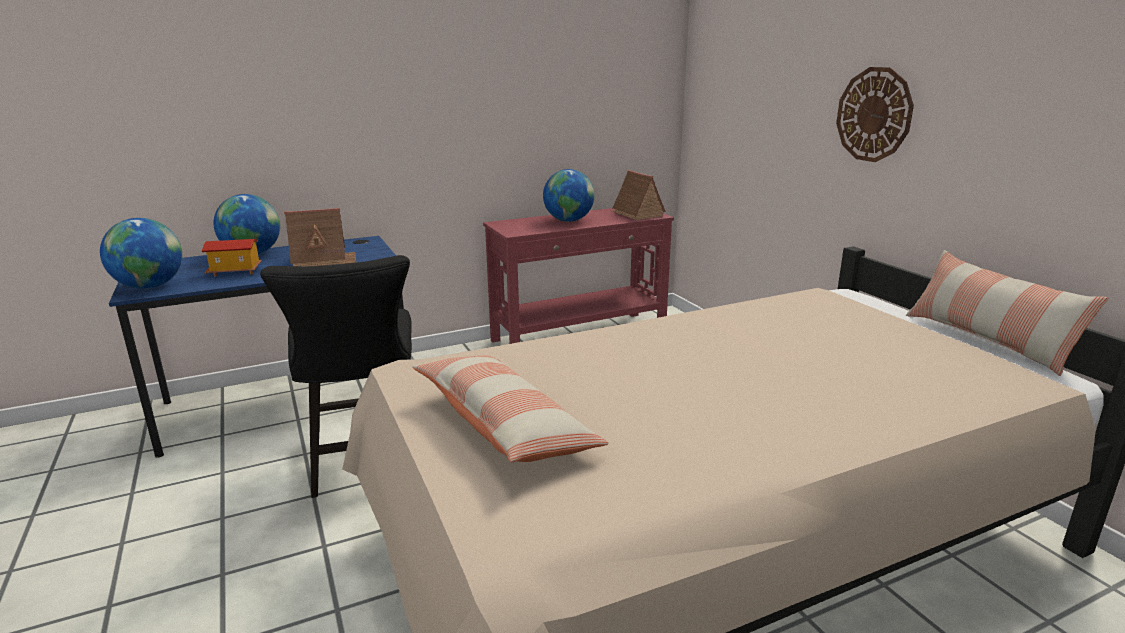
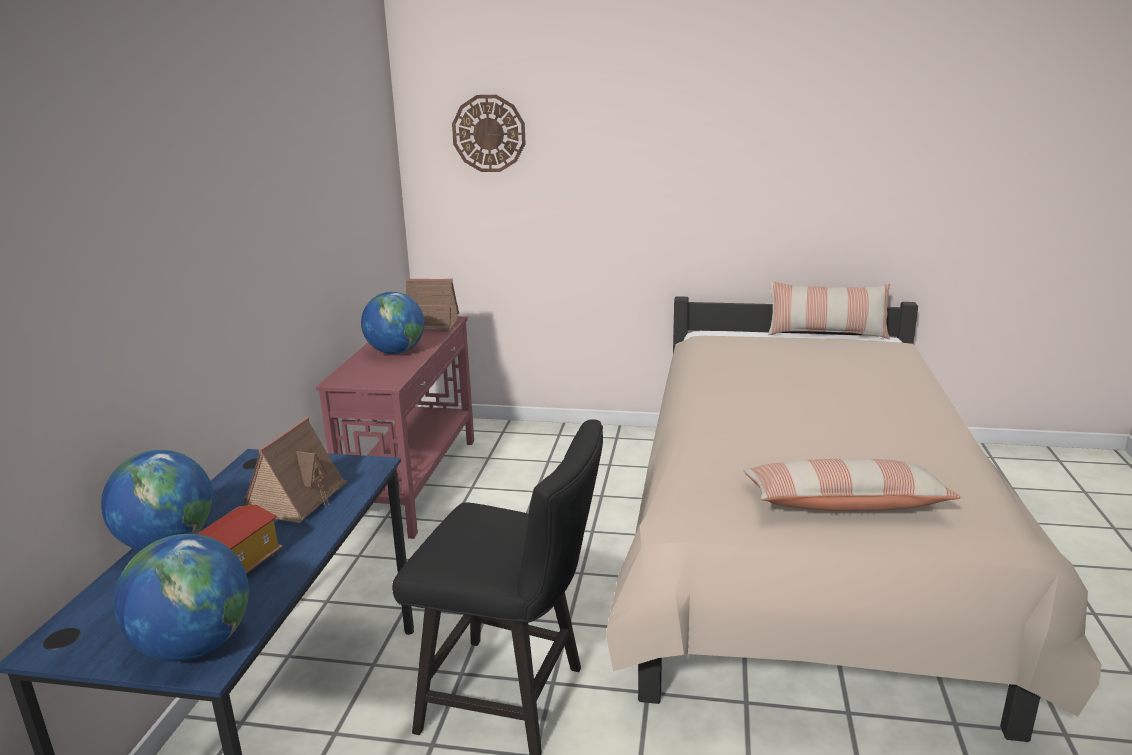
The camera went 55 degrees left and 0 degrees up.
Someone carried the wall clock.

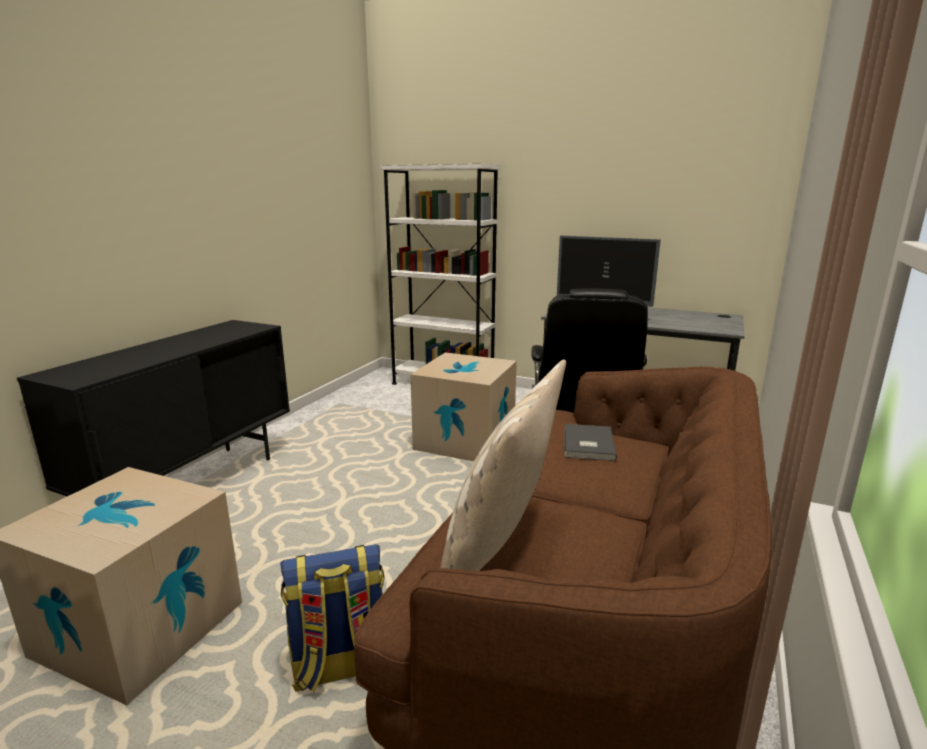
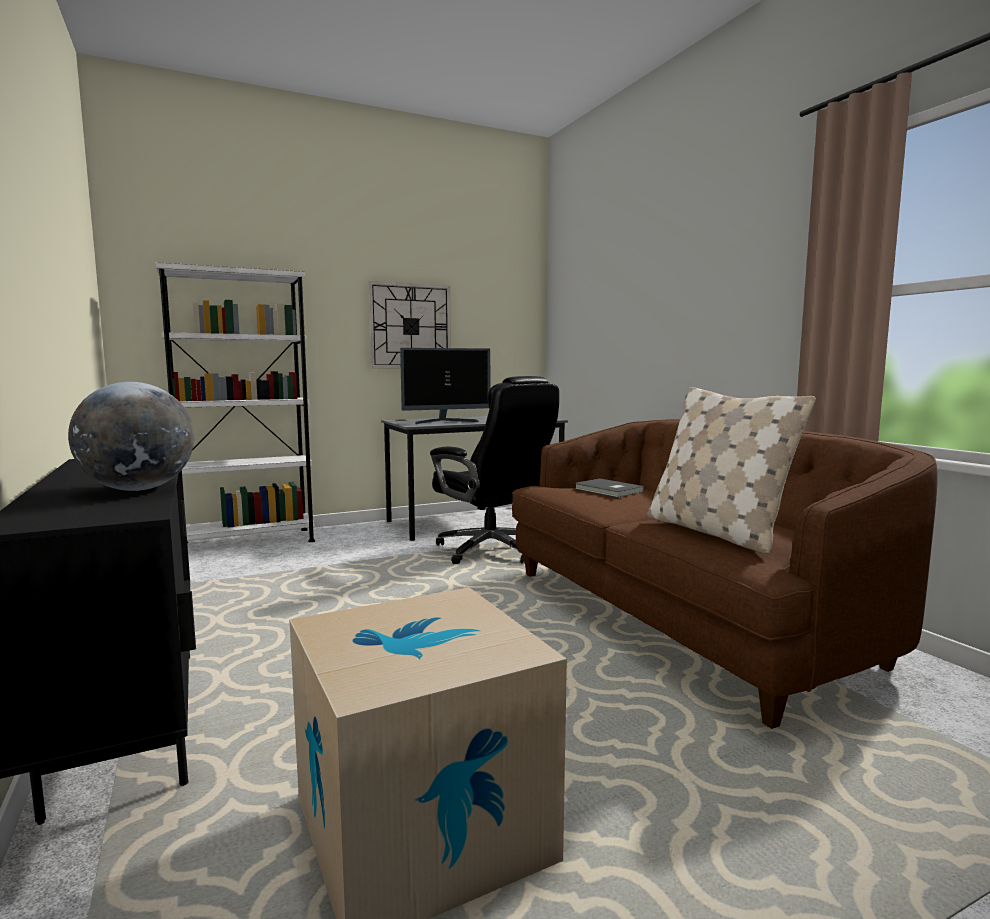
The camera went 50 degrees left and 10 degrees down.
Someone took away the cardboard box (no. 2 from left).
Someone took away the backpack.
Someone put up the wall clock.
Someone put down the globe.

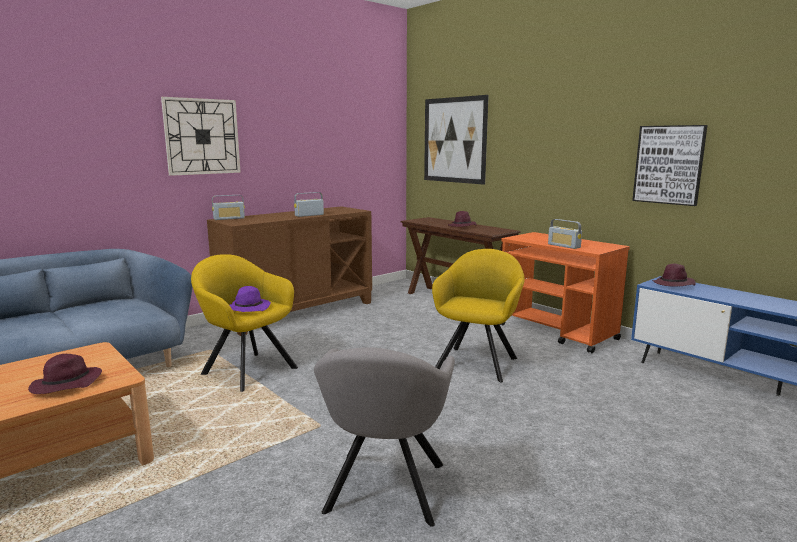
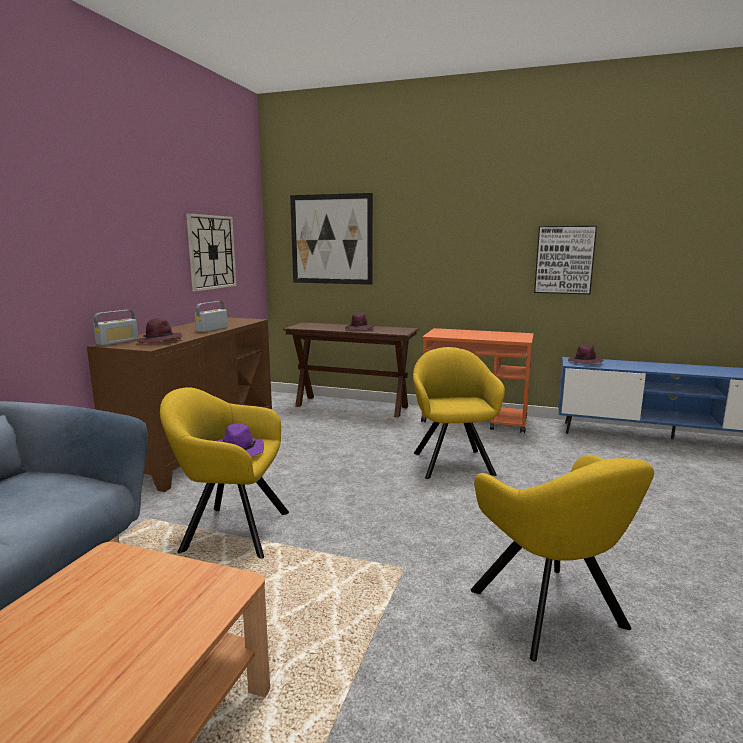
The camera went 30 degrees left and 0 degrees up.
Someone carried the wall clock.
Someone took away the radio (no. 3 from left).
Someone repainted the grey armchair, which became the yellow armchair (no. 3 from left).
Someone carried the purple hat (no. 1 from left).

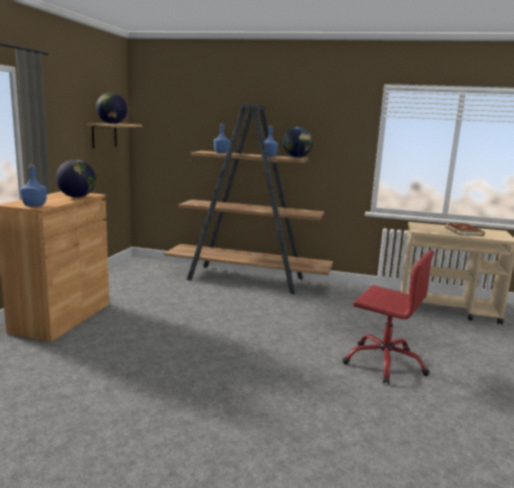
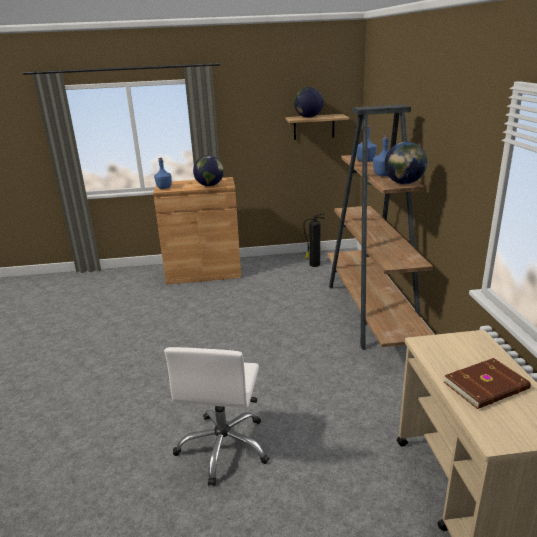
The camera went 70 degrees right and 10 degrees up.
Someone repainted the red office chair, which became the white office chair.
Someone put down the fire extinguisher.

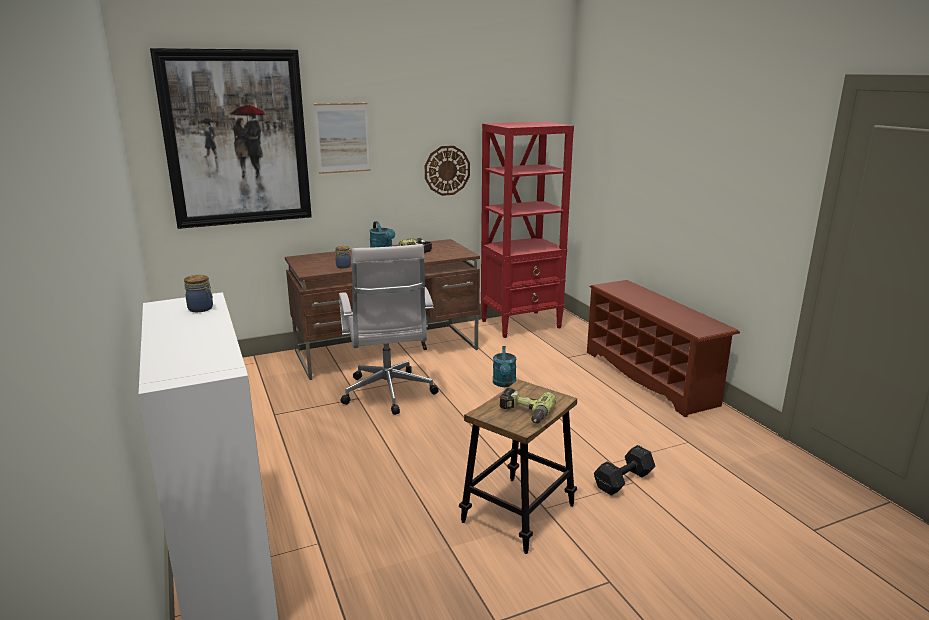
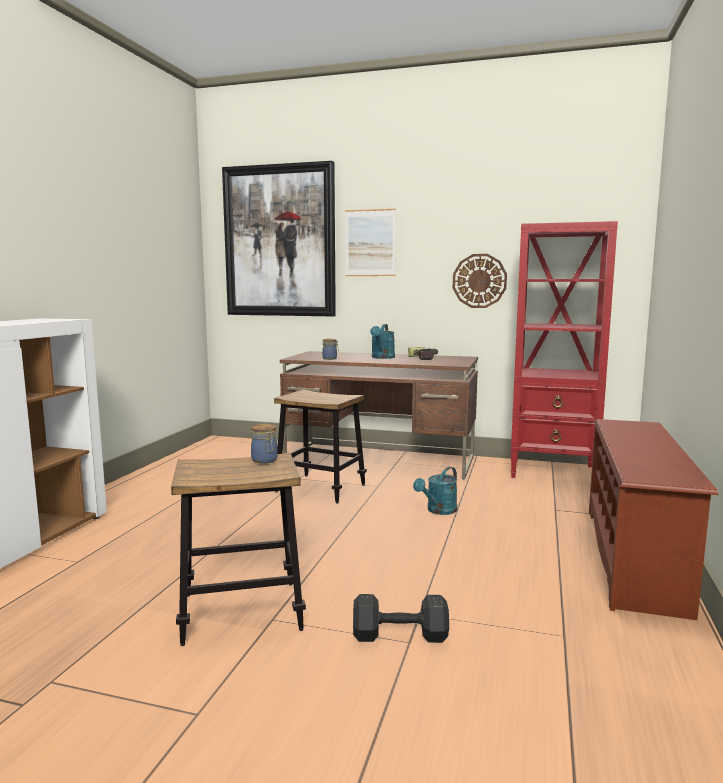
The camera went 40 degrees right and 10 degrees down.
Someone swapped the white office chair for the stool (no. 2 from left).
Someone carried the jar (no. 1 from left).
Someone took away the power drill (no. 2 from left).

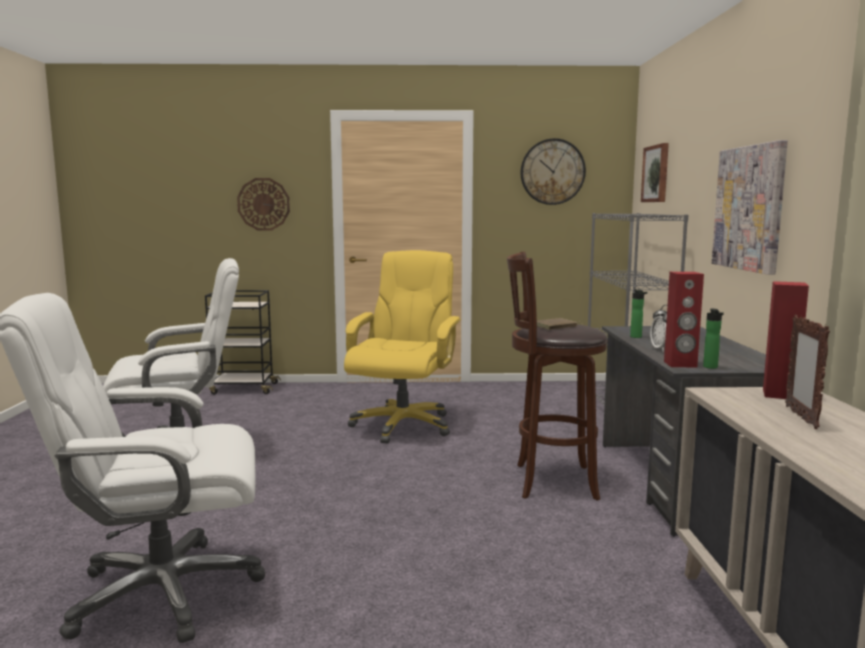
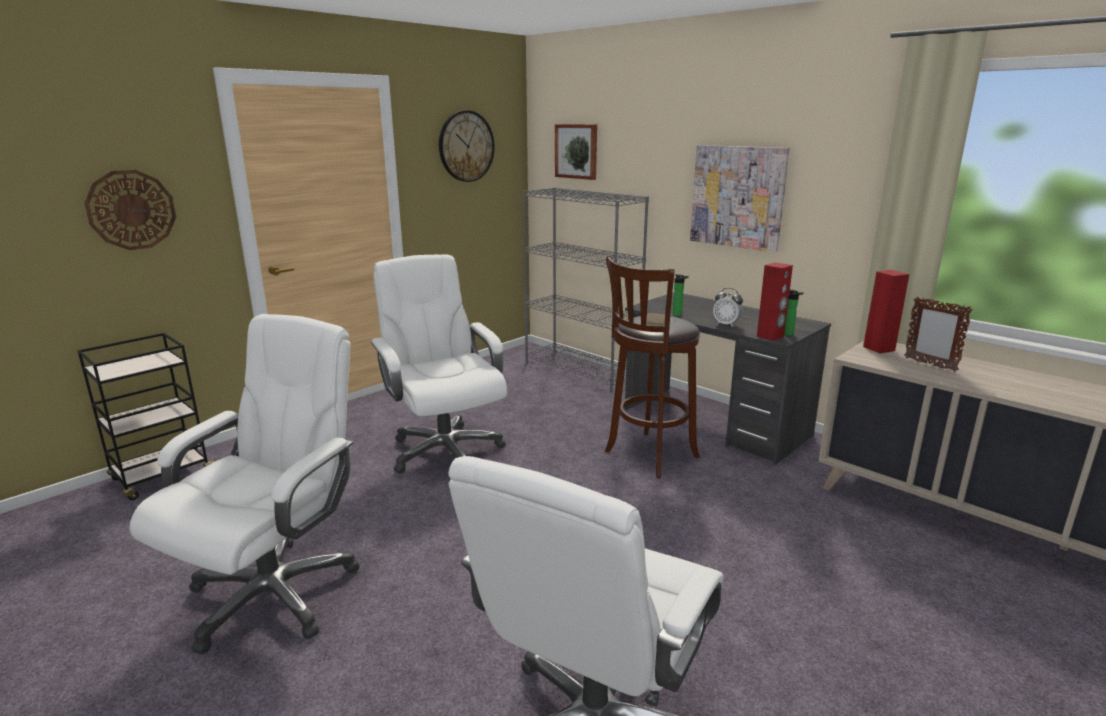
The camera went 45 degrees left and 10 degrees up.
Someone repainted the yellow office chair, which became the white office chair (no. 2 from left).

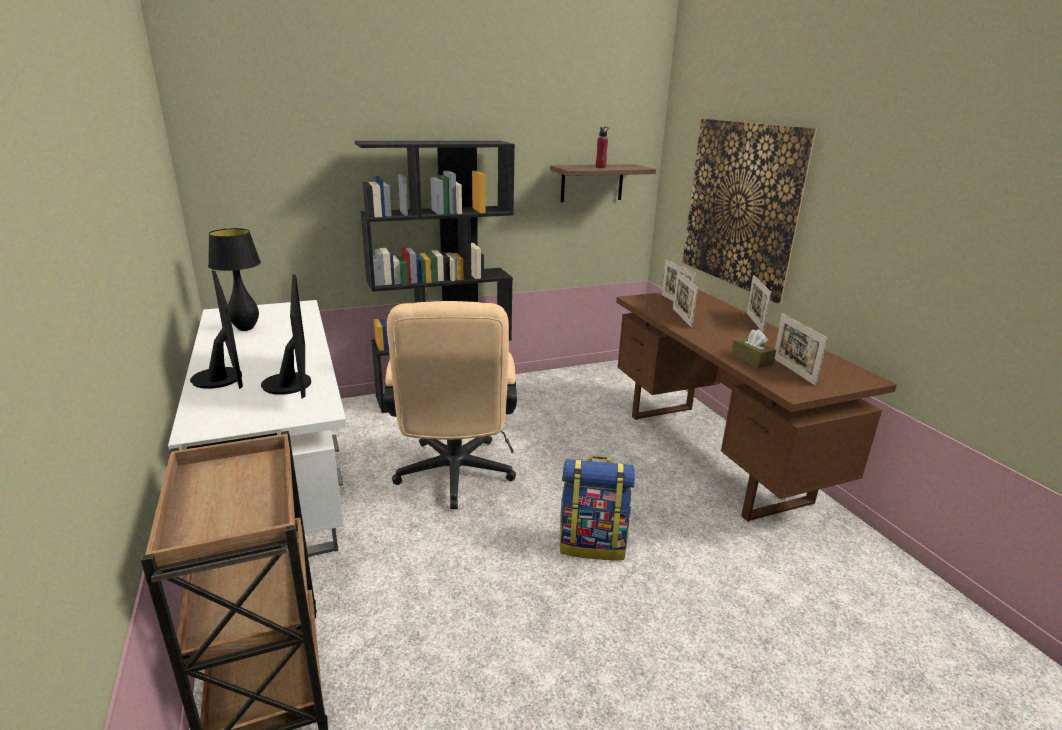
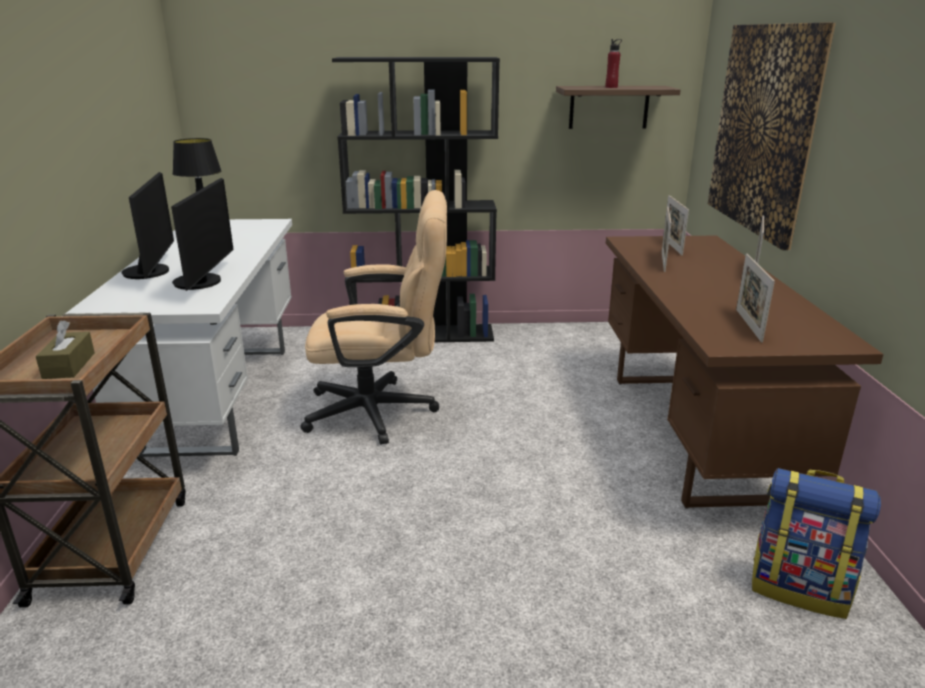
The camera went 20 degrees right and 0 degrees up.
Someone rotated the beige office chair by 105 degrees counterclockwise.
Someone carried the brown tissue box.
Someone carried the backpack.

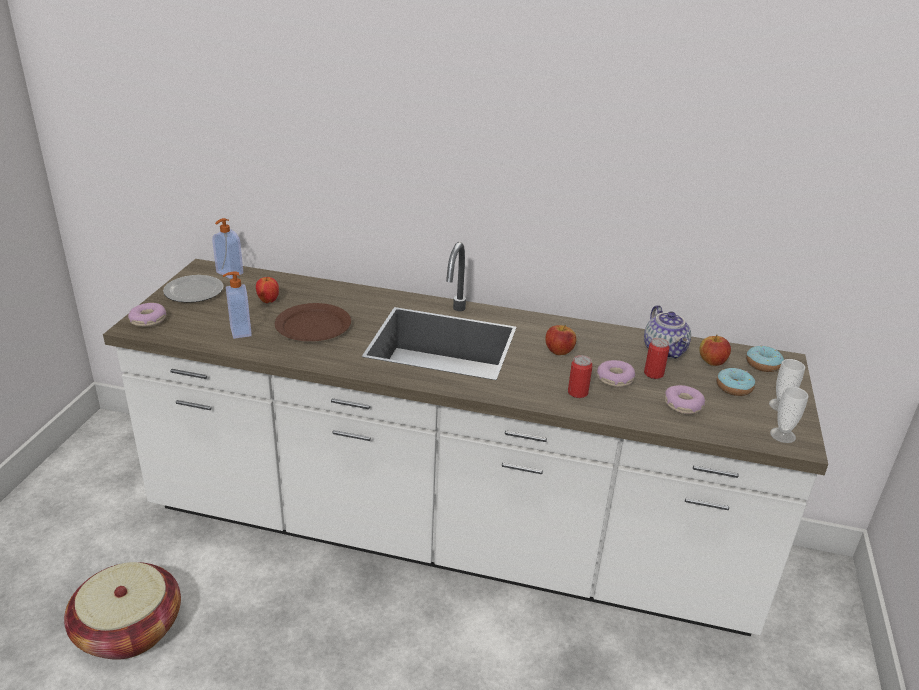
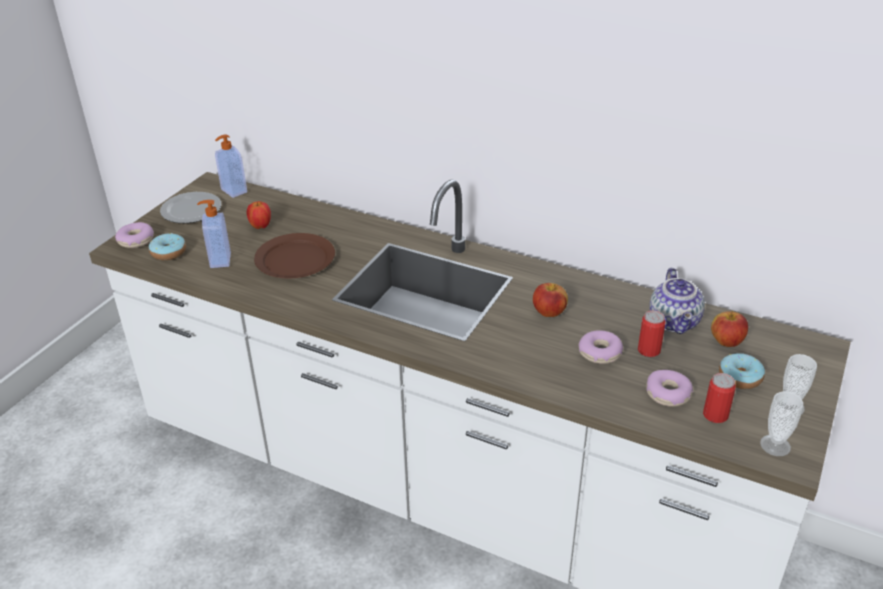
The camera went 15 degrees right and 5 degrees up.
Someone carried the donut (no. 5 from left in the first image).
Someone carried the can (no. 1 from left in the first image).
Someone took away the basket.

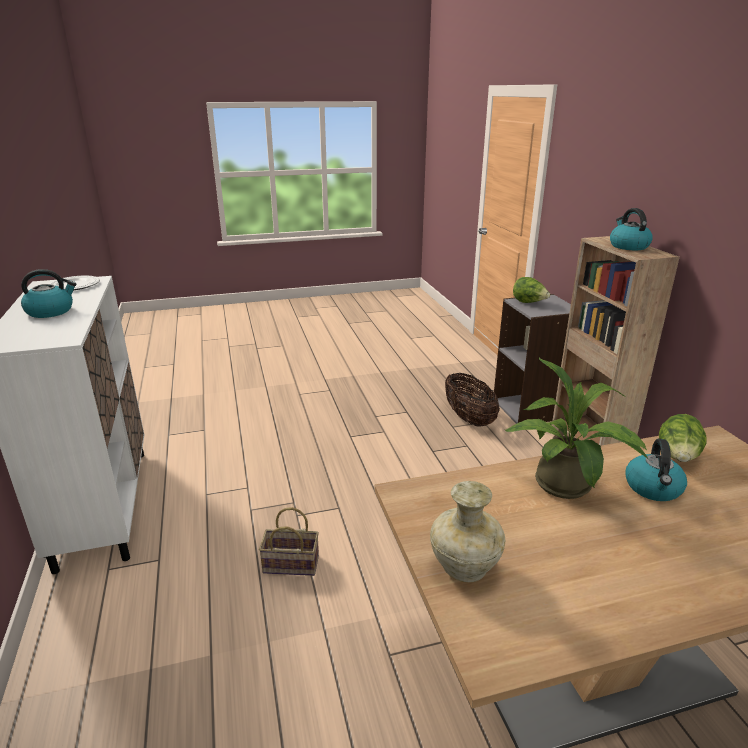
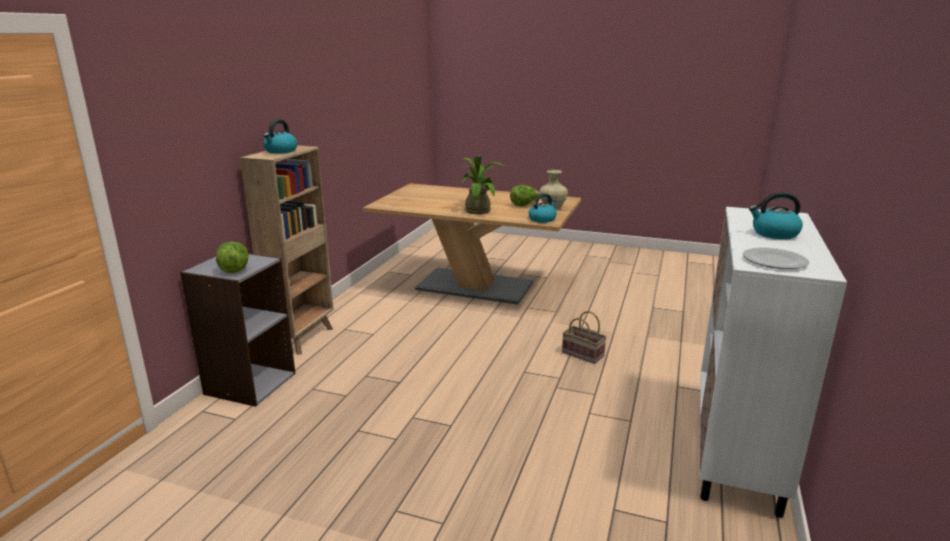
The camera went 145 degrees left and 5 degrees down.
Someone took away the basket (no. 2 from left).
Someone carried the lettuce (no. 2 from left).
Someone carried the kettle (no. 3 from left in the first image).

